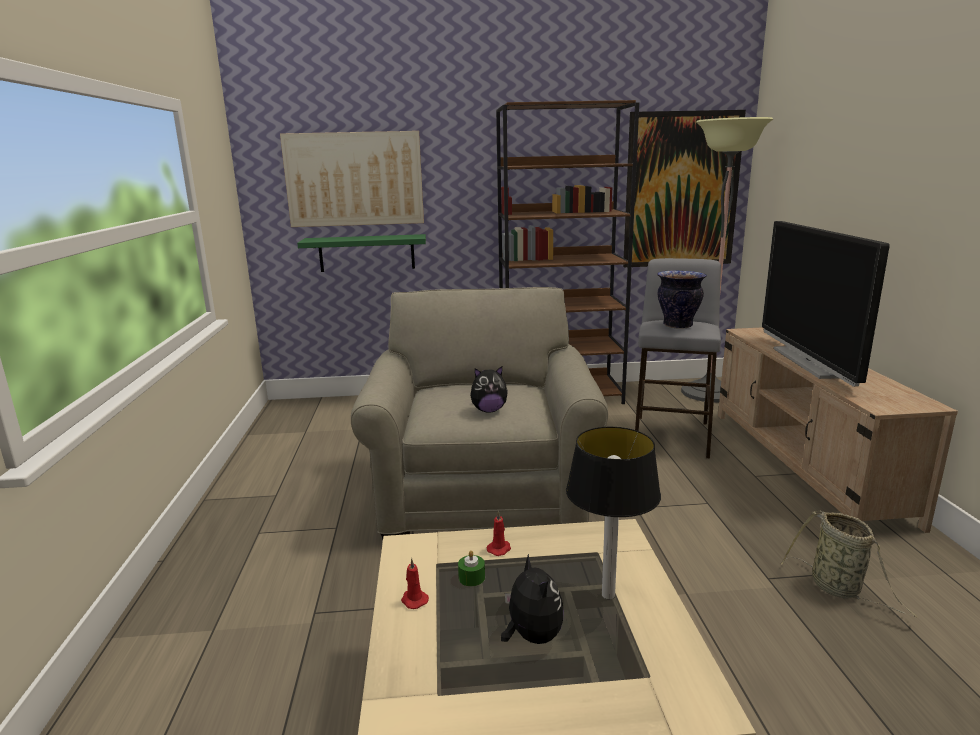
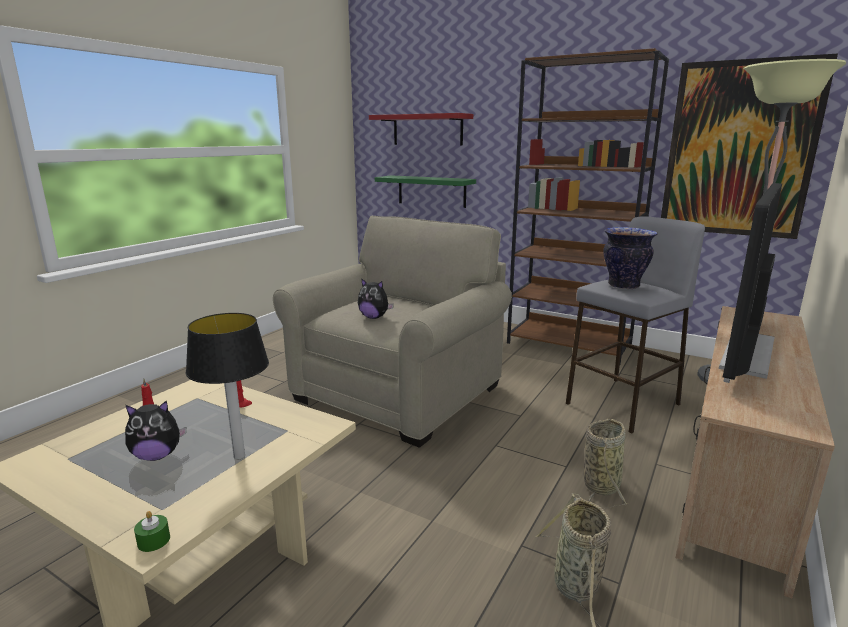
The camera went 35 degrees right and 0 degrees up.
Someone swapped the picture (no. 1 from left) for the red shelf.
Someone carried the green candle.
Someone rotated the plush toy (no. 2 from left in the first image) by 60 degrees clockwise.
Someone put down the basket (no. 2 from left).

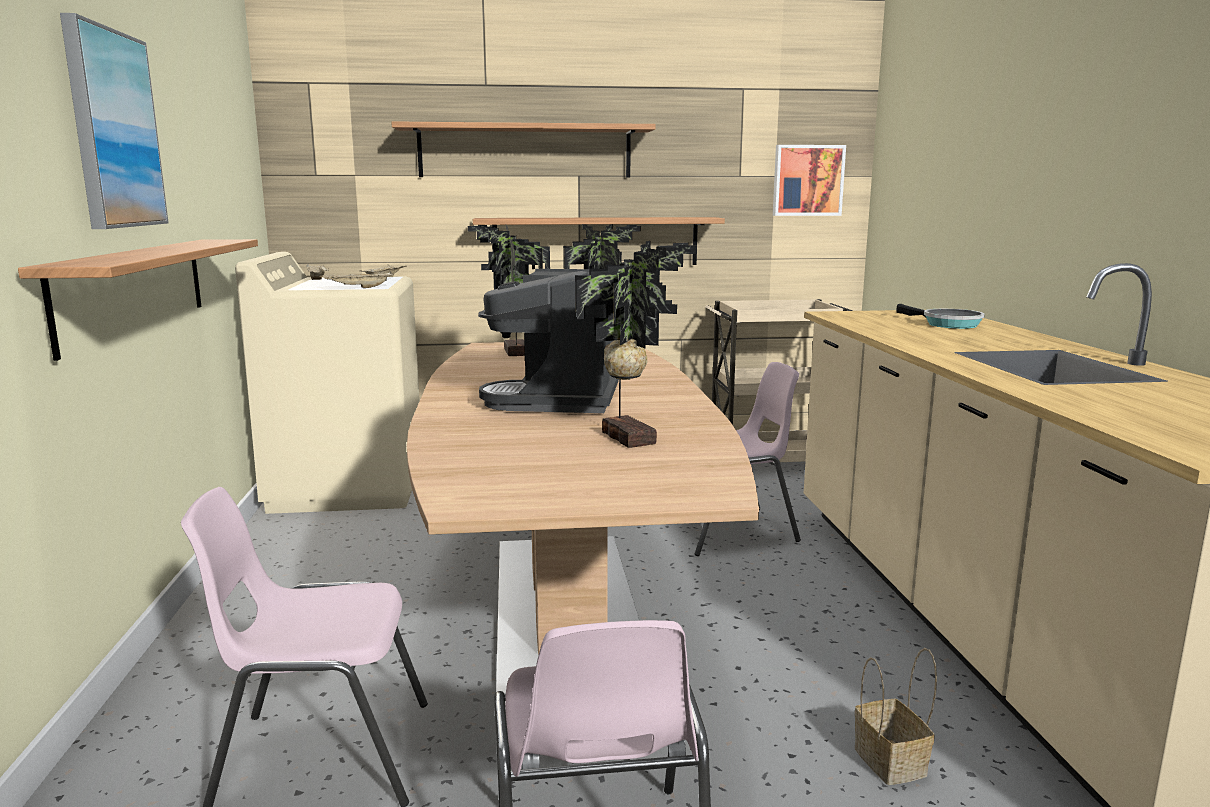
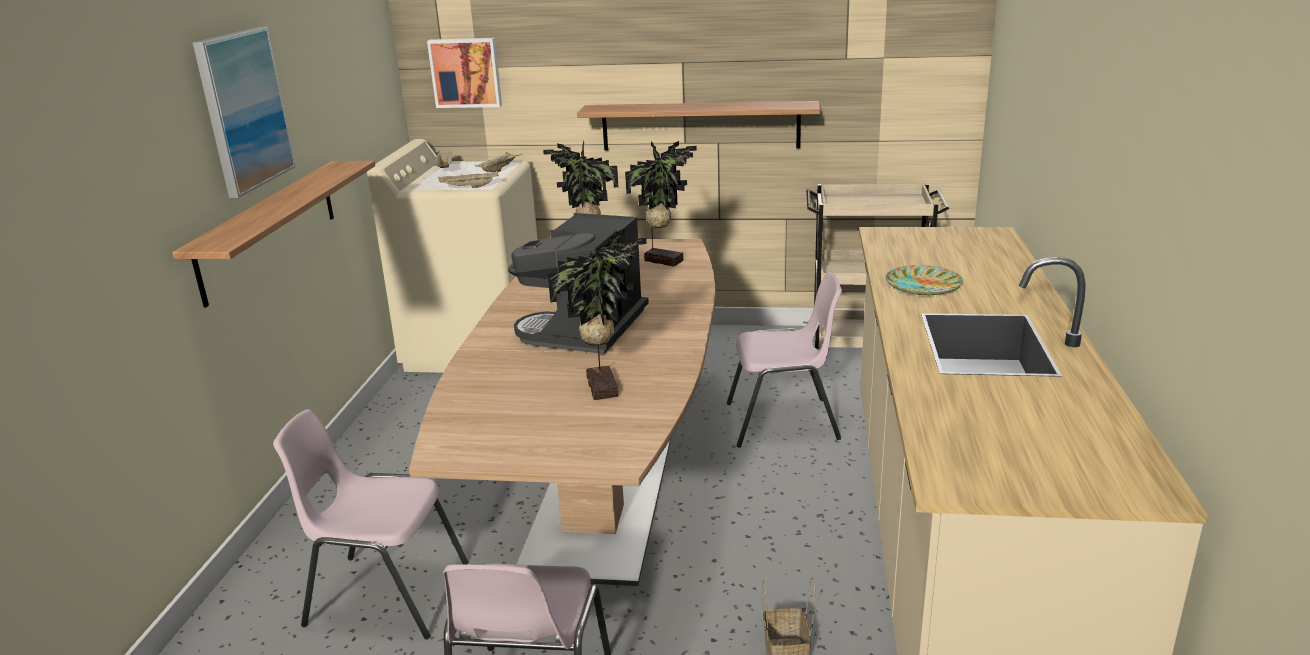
The camera went 15 degrees right and 10 degrees up.
Someone took away the shelf (no. 2 from left).
Someone carried the picture (no. 2 from left).
Someone took away the frying pan.
Someone put down the plate.

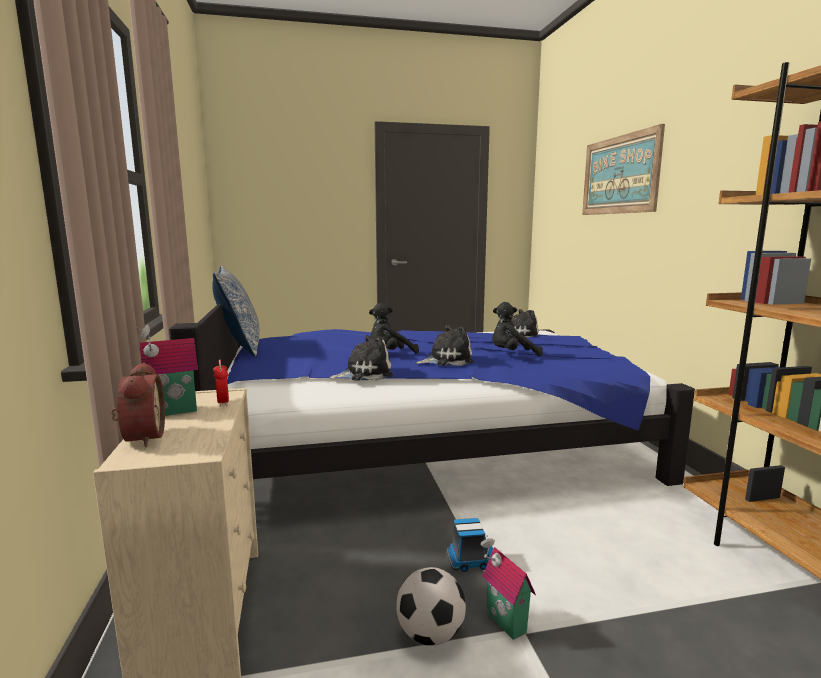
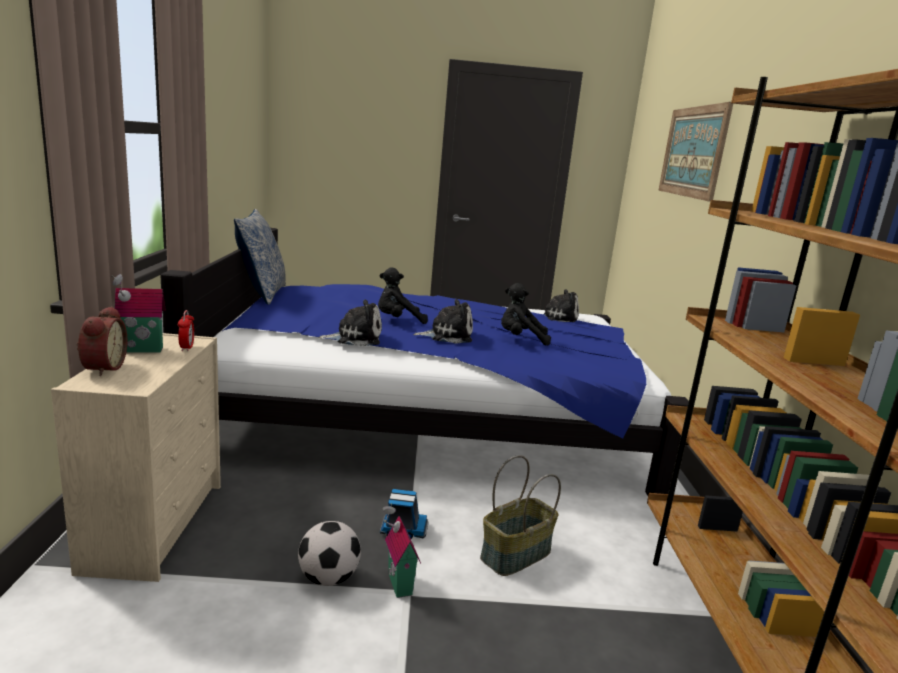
The camera went 10 degrees right and 5 degrees up.
Someone put down the basket.

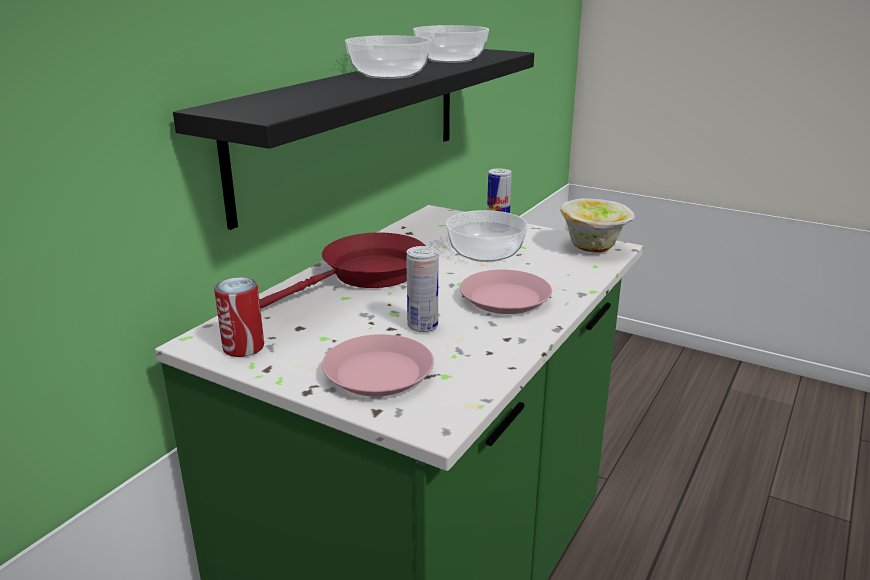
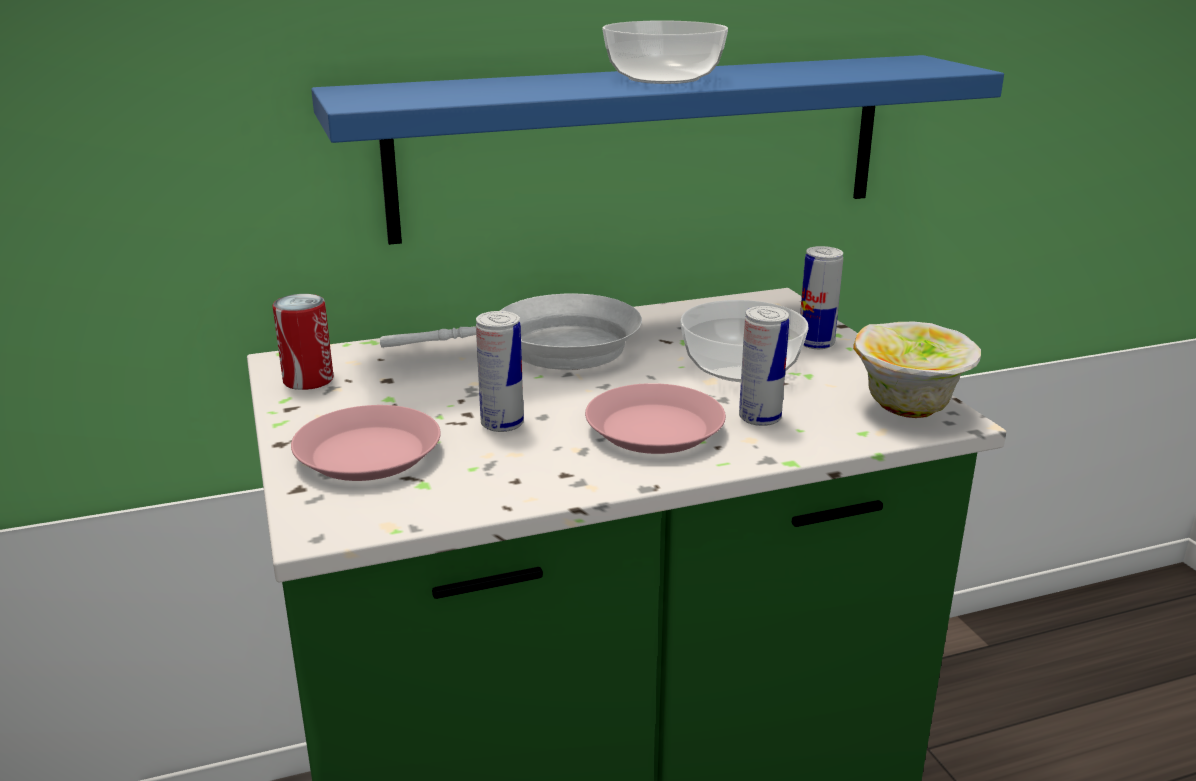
The camera went 40 degrees right and 0 degrees up.
Someone took away the bowl (no. 2 from left).
Someone repainted the black shelf, which became the blue shelf.
Someone repainted the red frying pan, which became the white frying pan.
Someone put down the can (no. 3 from left).

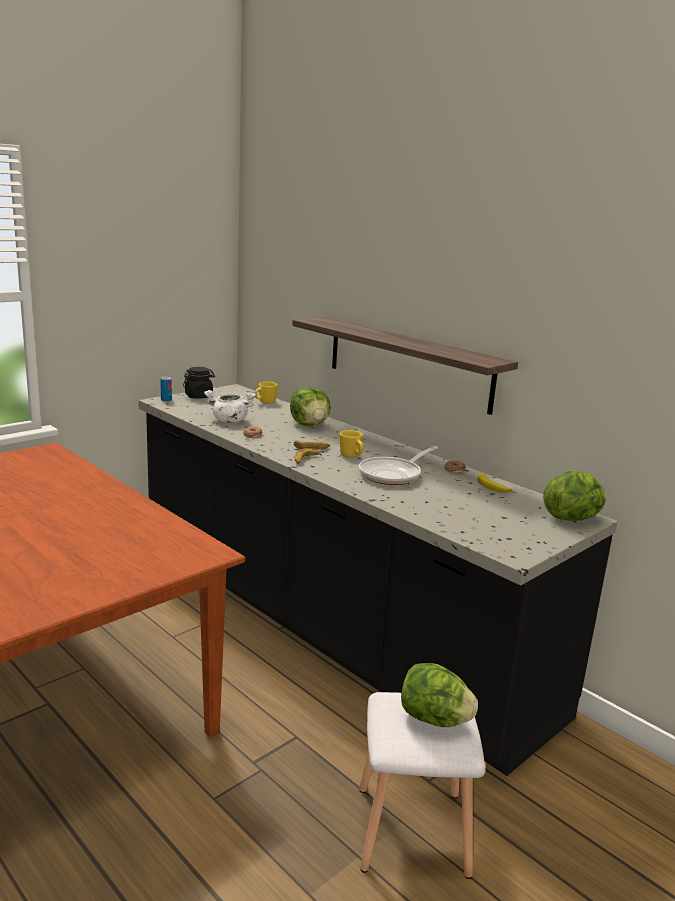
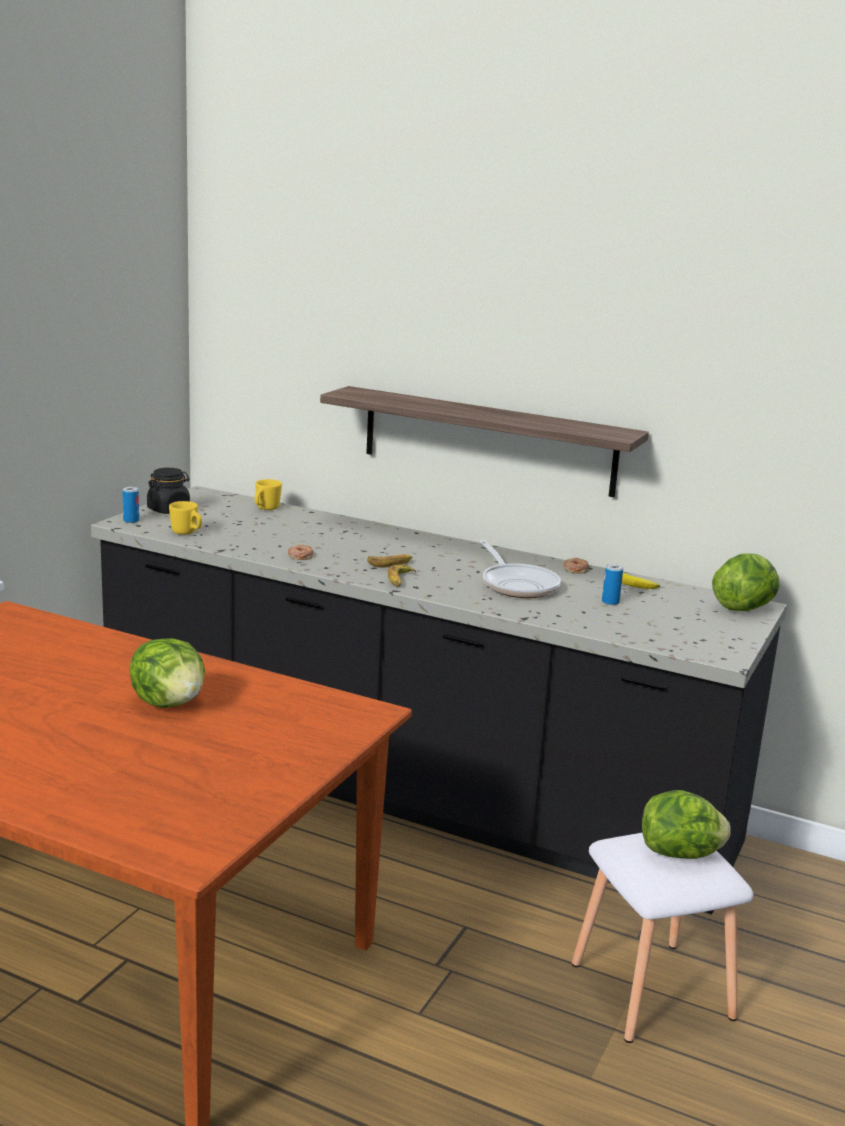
The camera went 20 degrees left and 0 degrees up.
Someone carried the lettuce (no. 1 from left).
Someone took away the white cooking pot.
Someone carried the yellow mug (no. 2 from left in the first image).
Someone rotated the frying pan by 45 degrees counterclockwise.
Someone put down the can (no. 2 from left).

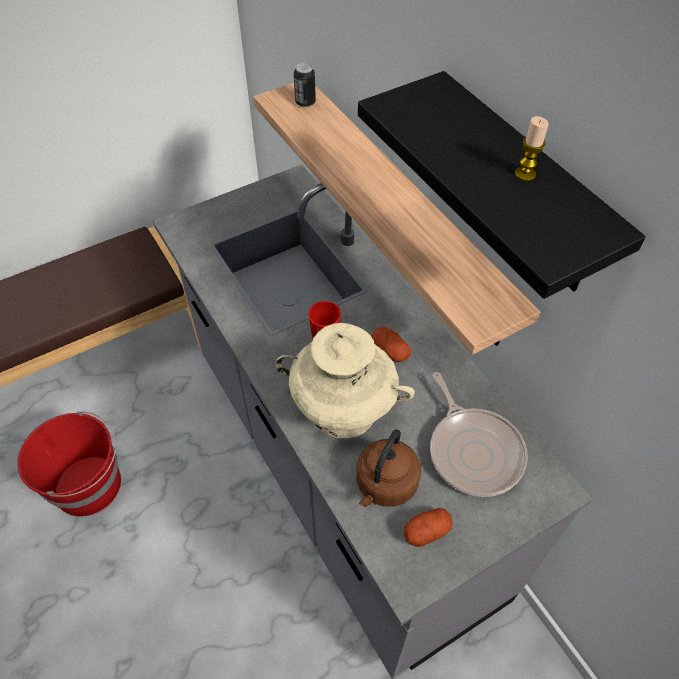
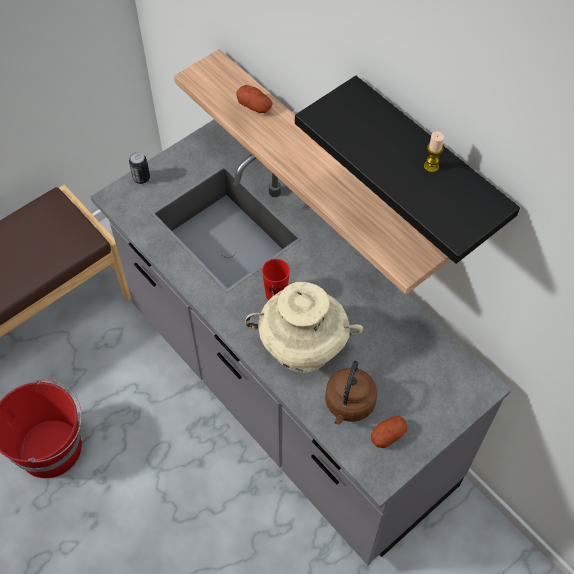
The camera went 10 degrees left and 5 degrees up.
Someone carried the can.
Someone carried the potato (no. 1 from left).
Someone took away the frying pan.

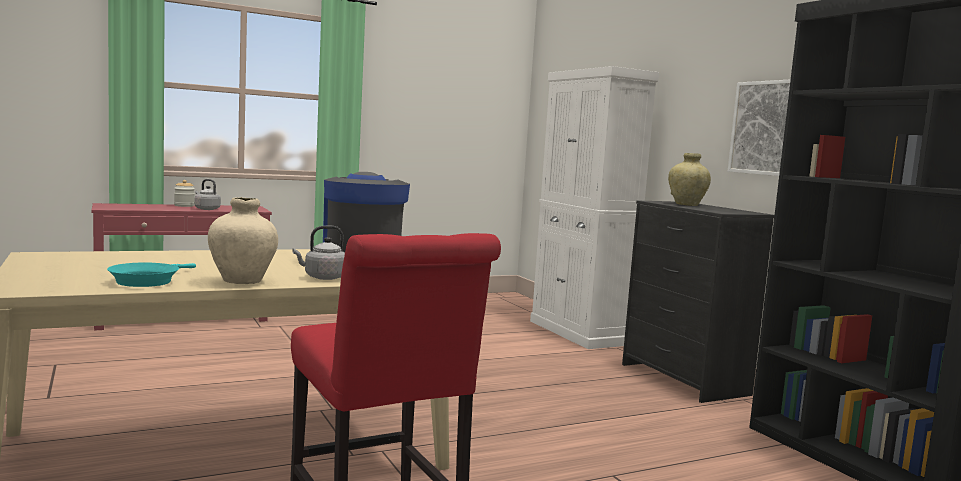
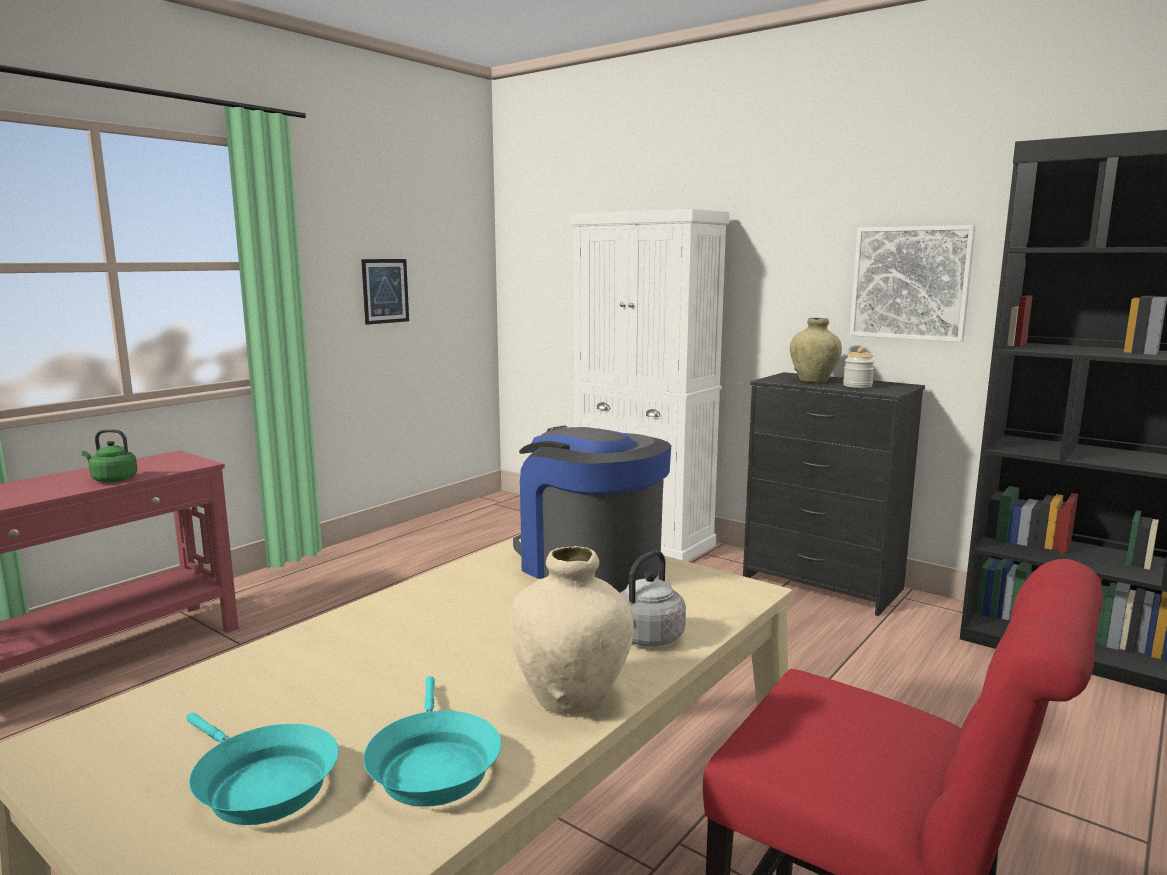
The camera went 25 degrees left and 5 degrees up.
Someone repainted the grey kettle (no. 1 from left), which became the green kettle.
Someone carried the jar.
Someone put up the picture (no. 1 from left).
Someone put down the turquoise frying pan (no. 1 from left).

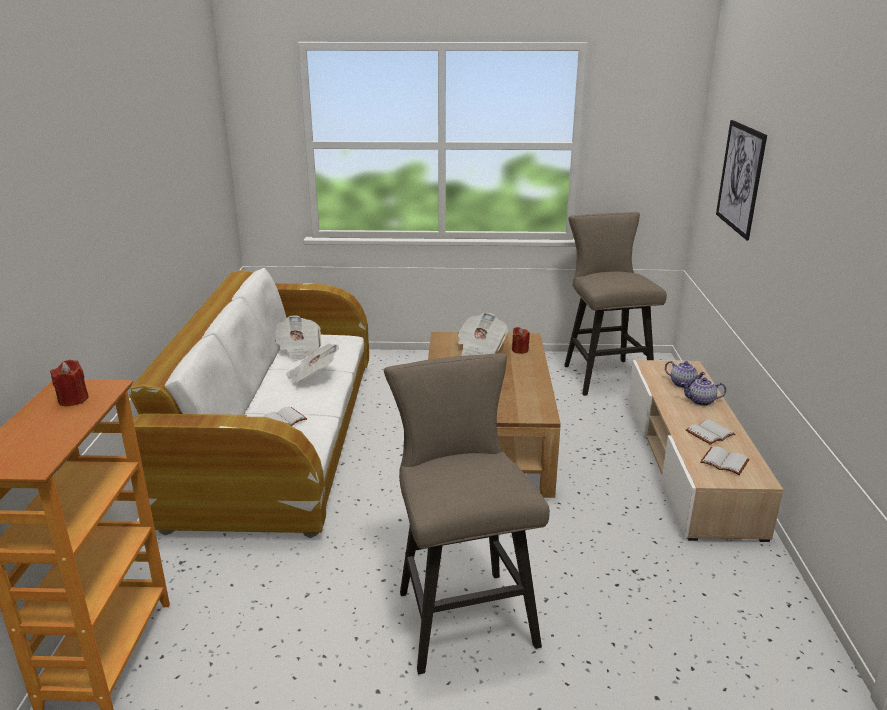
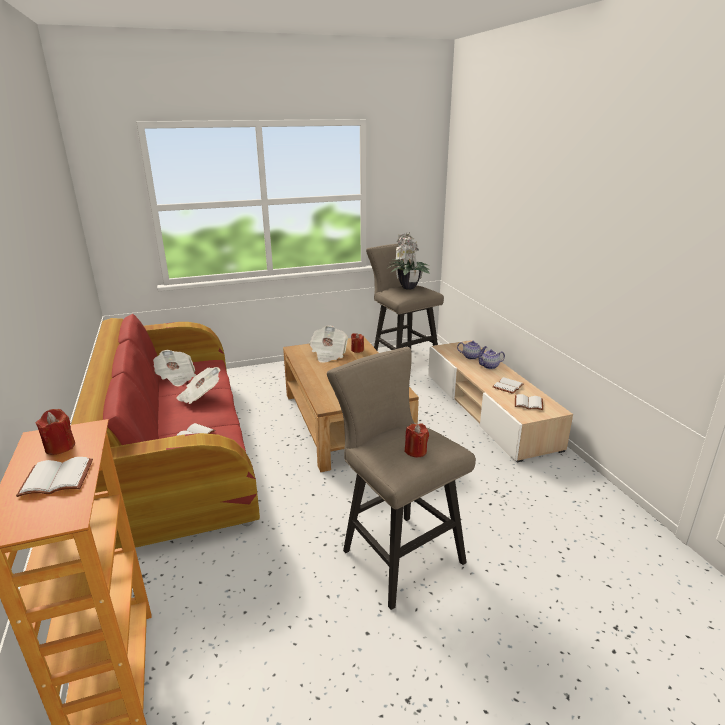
The camera went 20 degrees left and 0 degrees up.
Someone took away the picture.
Someone repainted the white sofa, which became the red sofa.
Someone put down the potted plant.
Someone put down the red candle (no. 3 from left).
Someone put down the white book (no. 1 from left).

